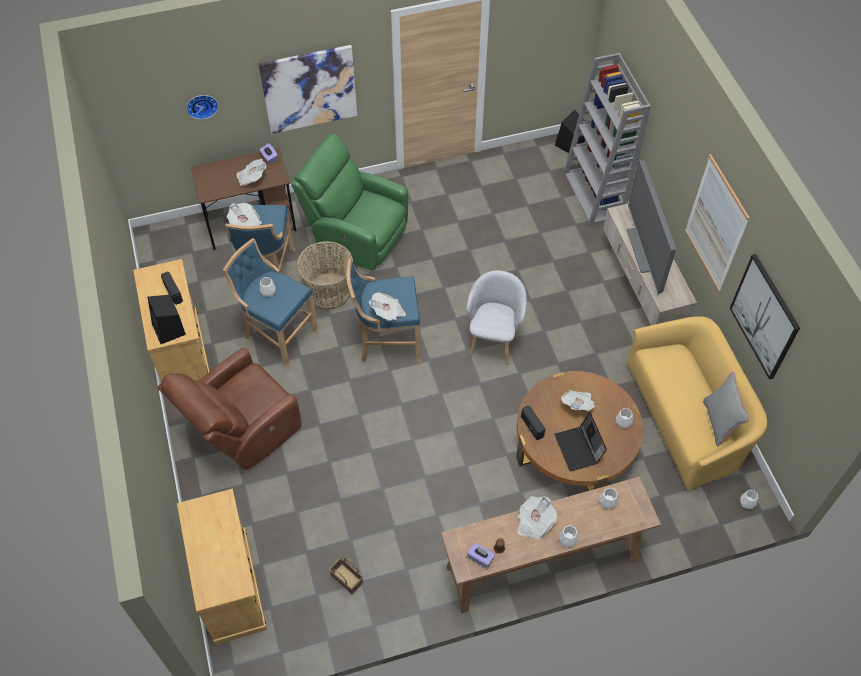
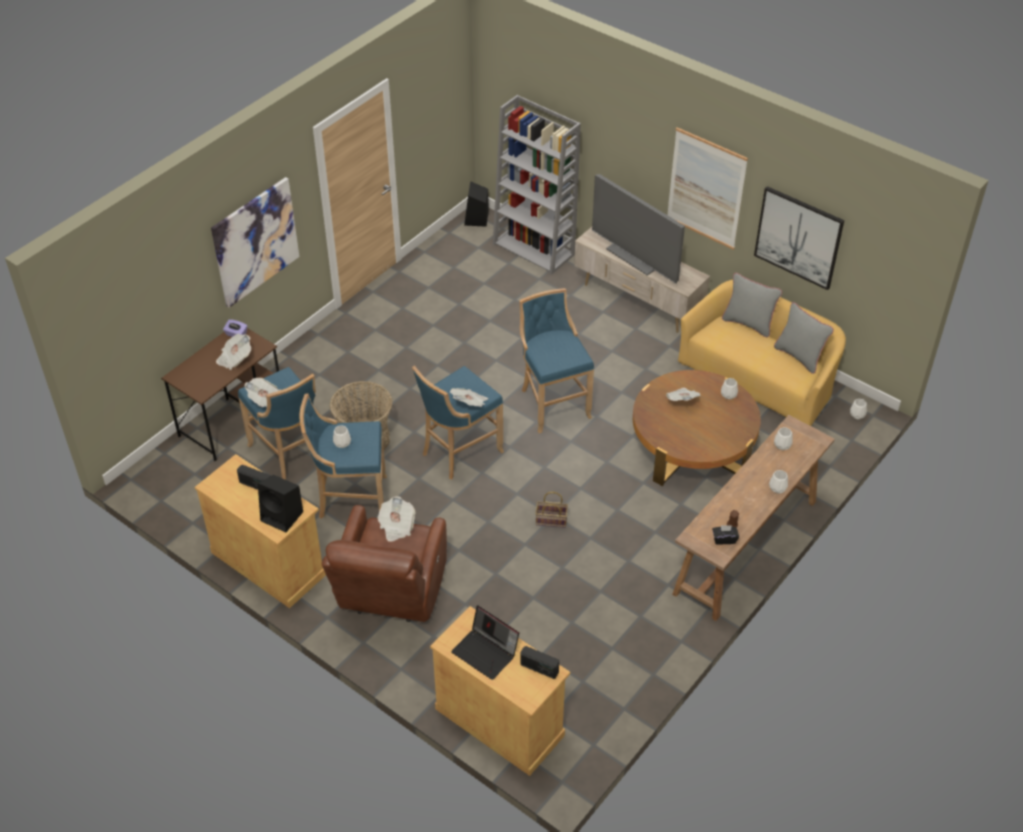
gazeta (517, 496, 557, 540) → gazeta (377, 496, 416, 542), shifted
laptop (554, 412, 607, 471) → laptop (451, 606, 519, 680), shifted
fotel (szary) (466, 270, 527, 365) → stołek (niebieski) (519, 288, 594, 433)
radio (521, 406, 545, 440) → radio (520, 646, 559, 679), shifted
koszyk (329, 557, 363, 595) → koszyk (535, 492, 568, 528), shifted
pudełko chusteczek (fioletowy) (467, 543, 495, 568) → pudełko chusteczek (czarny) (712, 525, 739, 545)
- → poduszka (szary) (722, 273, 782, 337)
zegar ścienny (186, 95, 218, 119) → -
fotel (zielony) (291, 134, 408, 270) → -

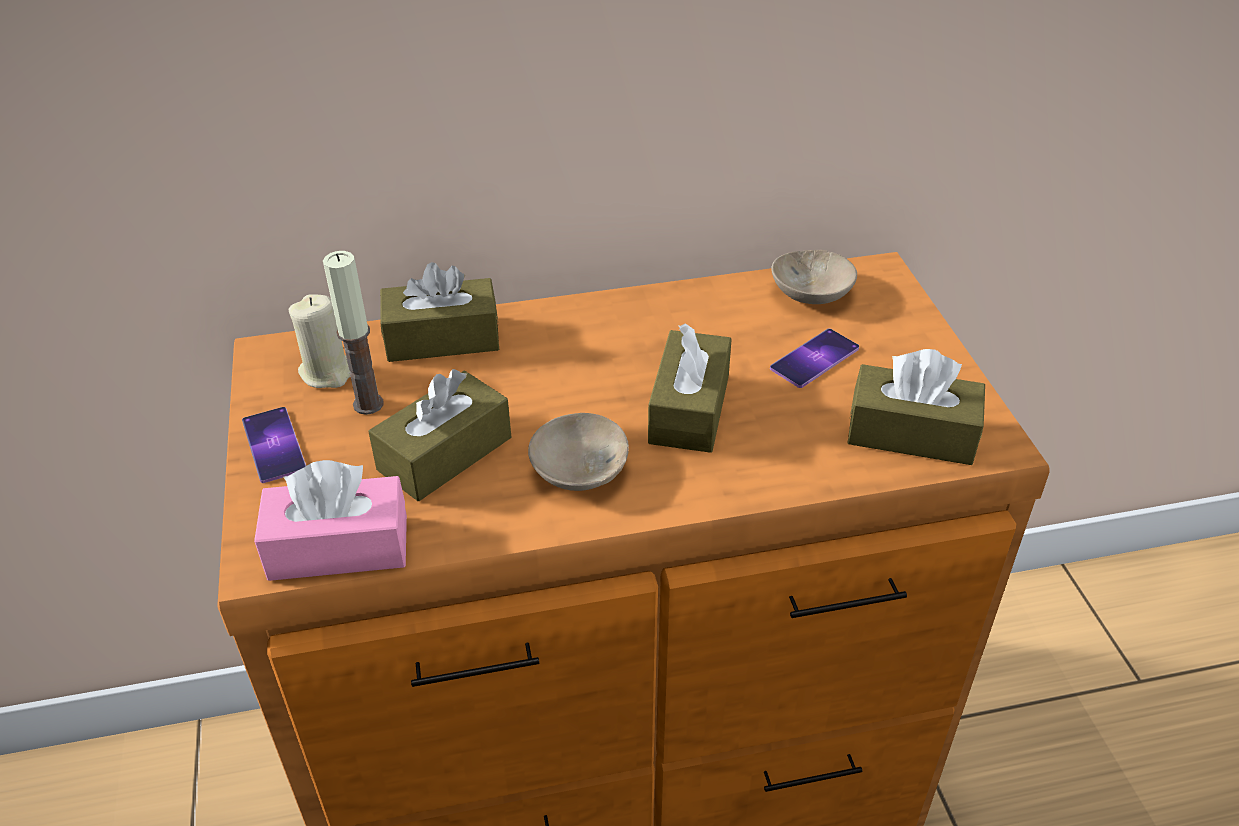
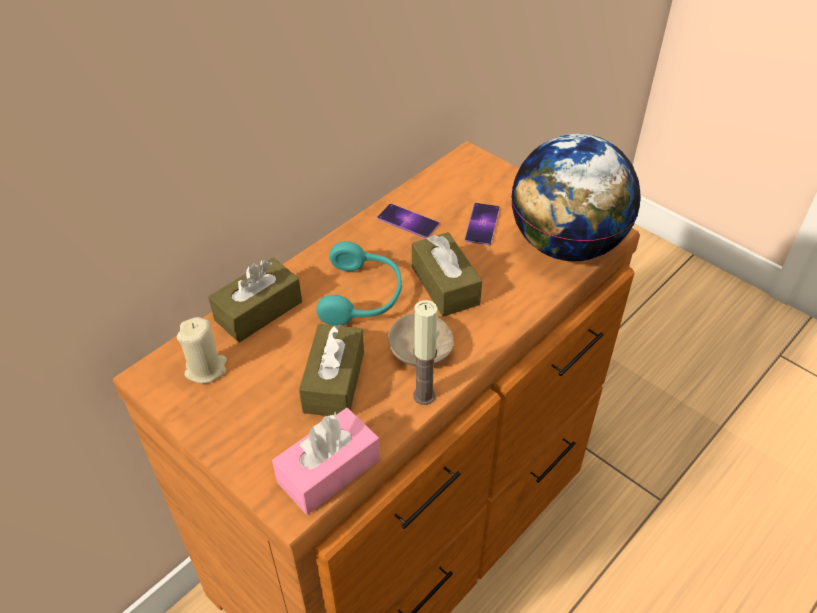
- → słuchawki (turkusowy) (316, 241, 402, 326)
telefon (242, 407, 306, 483) → telefon (377, 204, 439, 239), shifted
świeca (323, 251, 383, 415) → świeca (413, 300, 438, 405), shifted
pudełko chusteczek (brązowy) (847, 349, 985, 465) → globus (511, 134, 641, 261)
miska (beżowy) (771, 250, 857, 304) → -

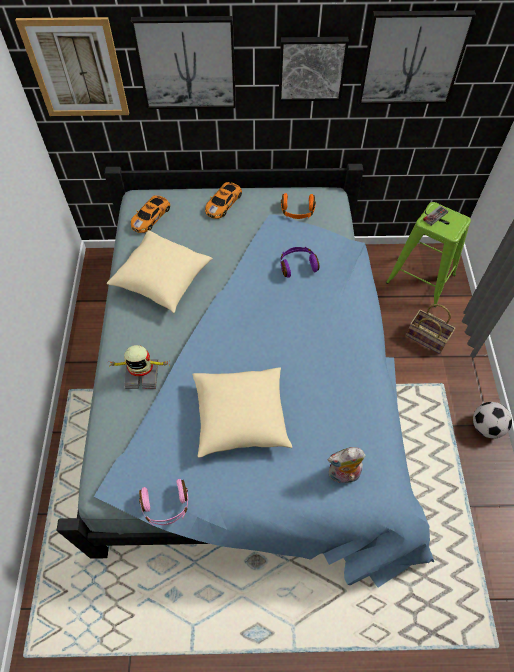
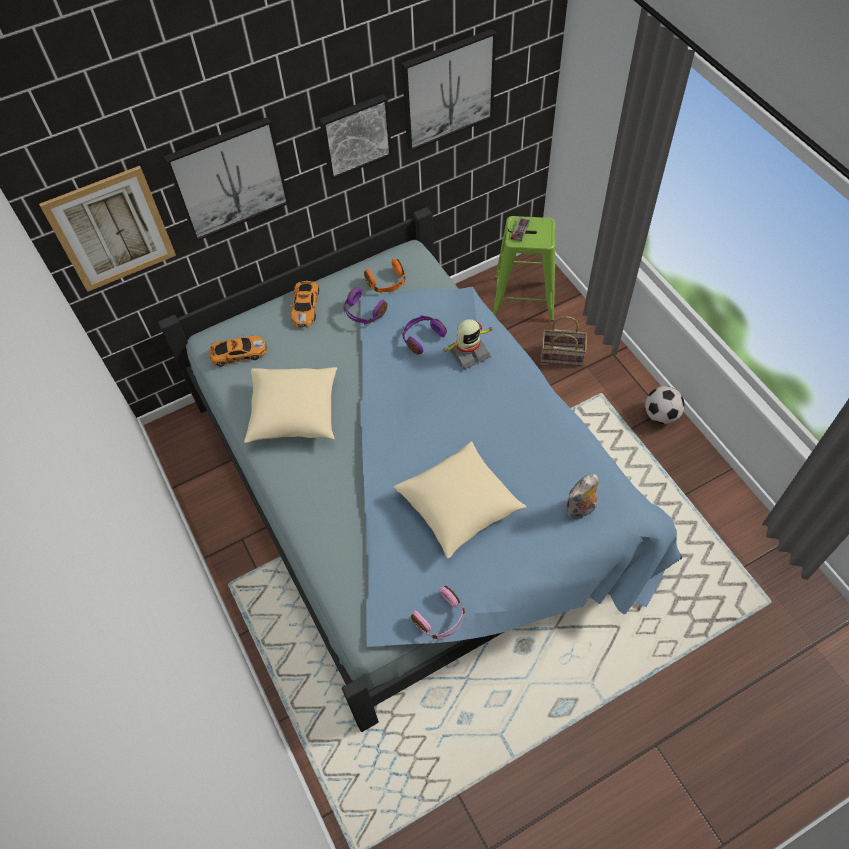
samochodzik (131, 195, 170, 233) → samochodzik (209, 335, 267, 367), 105 degrees counterclockwise
- → słuchawki (fioletowy) (344, 288, 387, 324)
robot zabawkowy (108, 345, 170, 389) → robot zabawkowy (443, 319, 495, 369), shifted

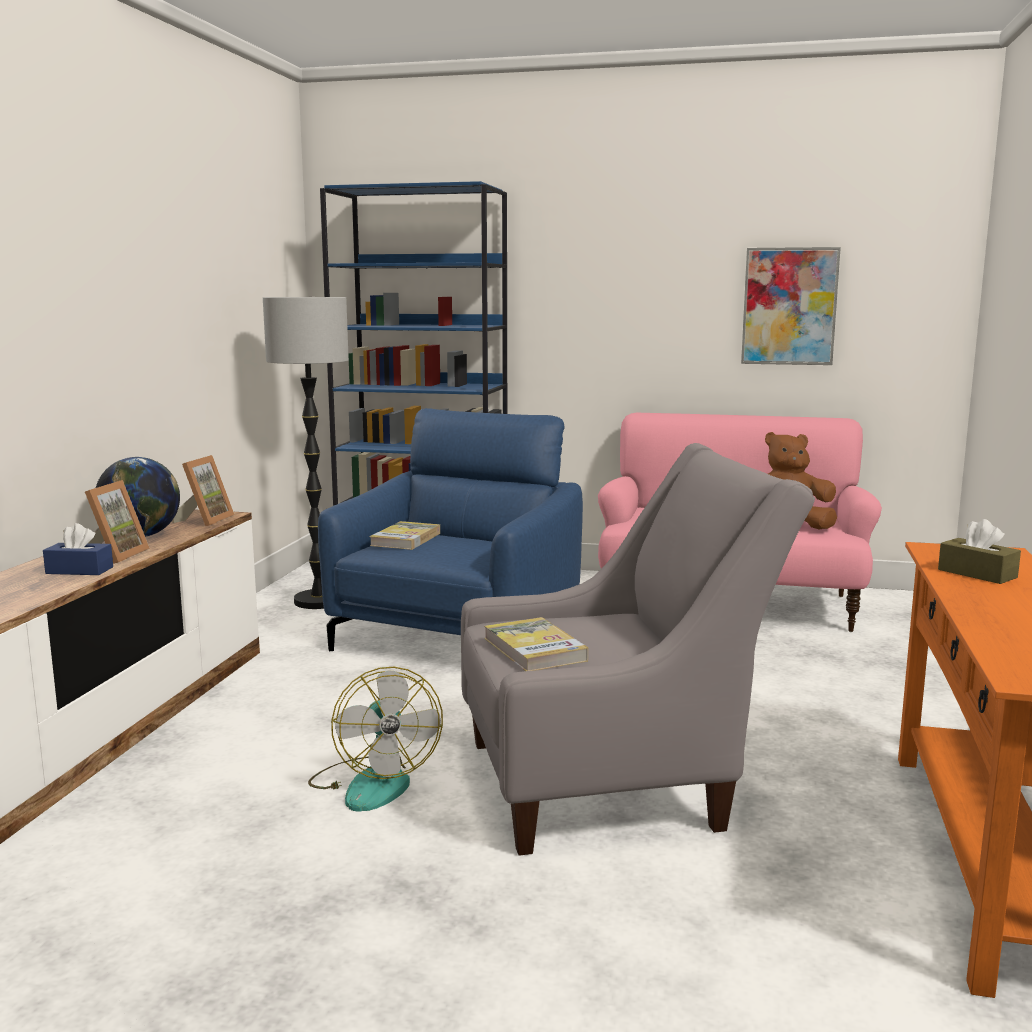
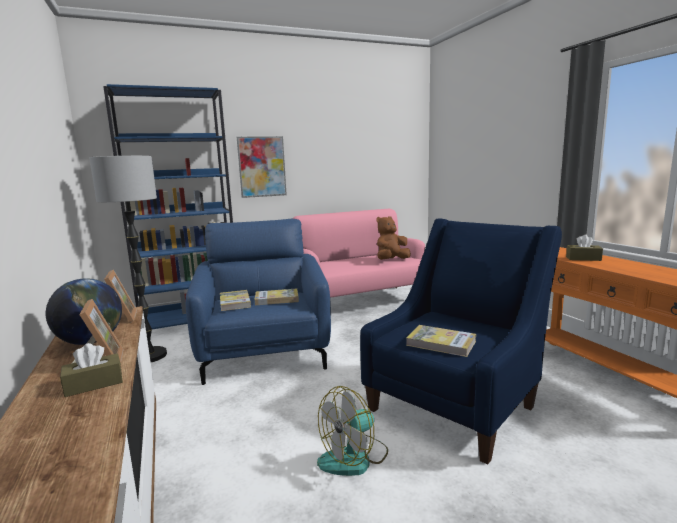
pudełko chusteczek (niebieski) (43, 523, 113, 575) → pudełko chusteczek (brązowy) (60, 343, 123, 397)
obraz (741, 247, 841, 365) → obraz (237, 136, 287, 198), shifted
- → książka (255, 288, 299, 305)
wentylator (308, 667, 443, 812) → wentylator (317, 386, 388, 476), 105 degrees clockwise
fotel (szary) (461, 443, 815, 856) → fotel (niebieski) (360, 218, 562, 465)

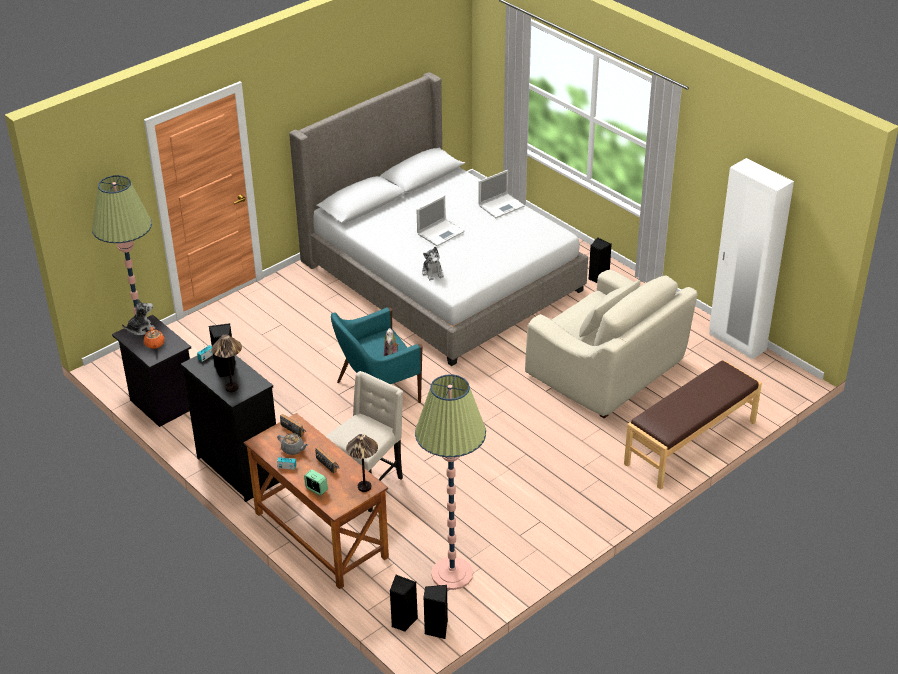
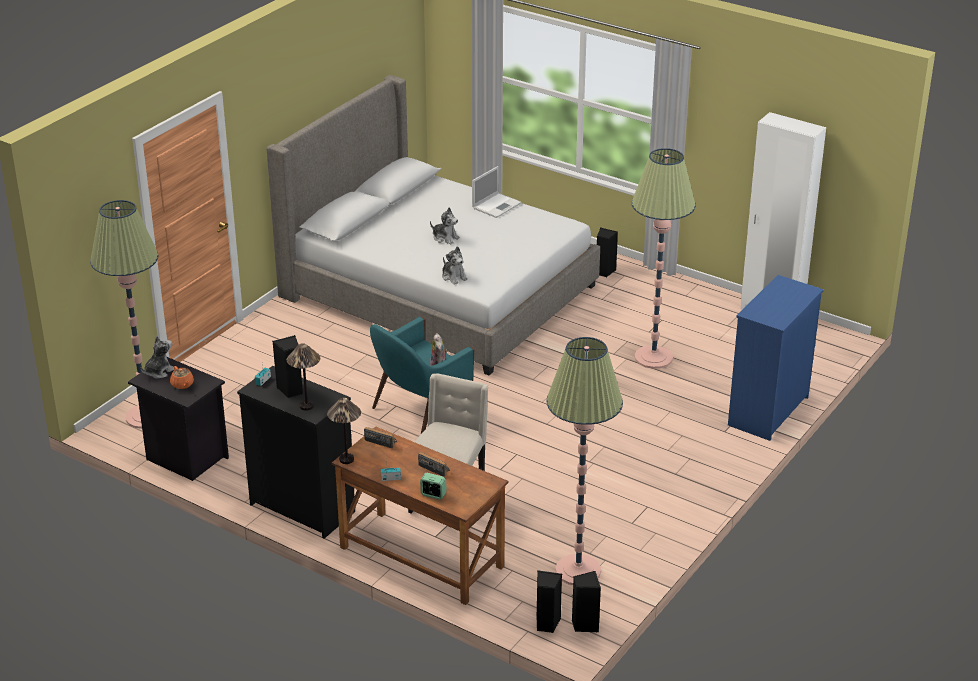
lampa stołowa (346, 434, 378, 492) → lampa stołowa (327, 398, 361, 464), shifted
laptop (417, 195, 465, 246) → pluszak (430, 208, 460, 245)
fotel (beżowy) (525, 270, 697, 418) → lampa stojąca (632, 148, 696, 369)
ławka (brązowy) (624, 360, 762, 490) → komoda (niebieski) (728, 275, 824, 441)
imbryk (szary) (277, 433, 308, 455) → -

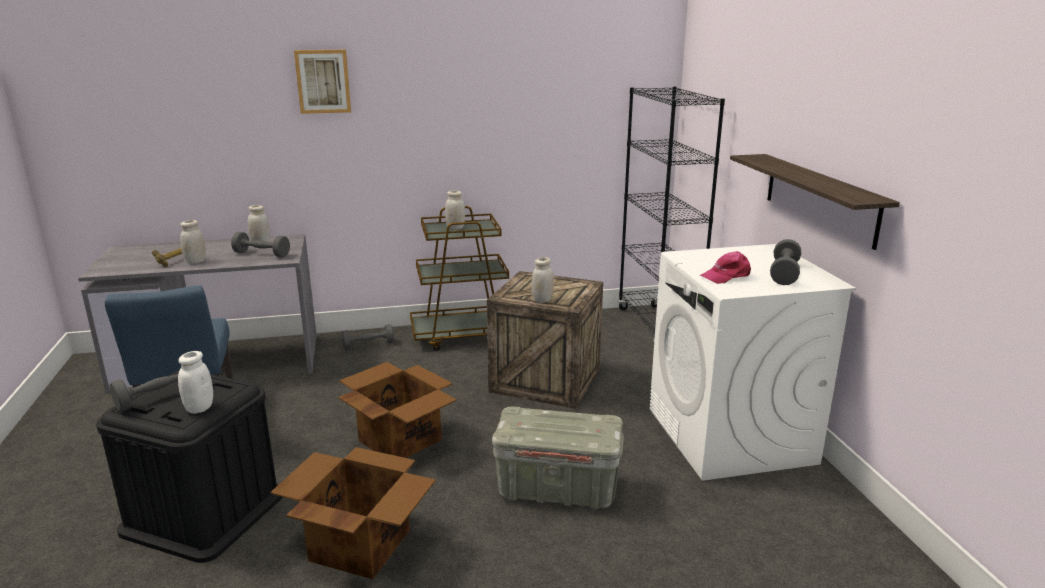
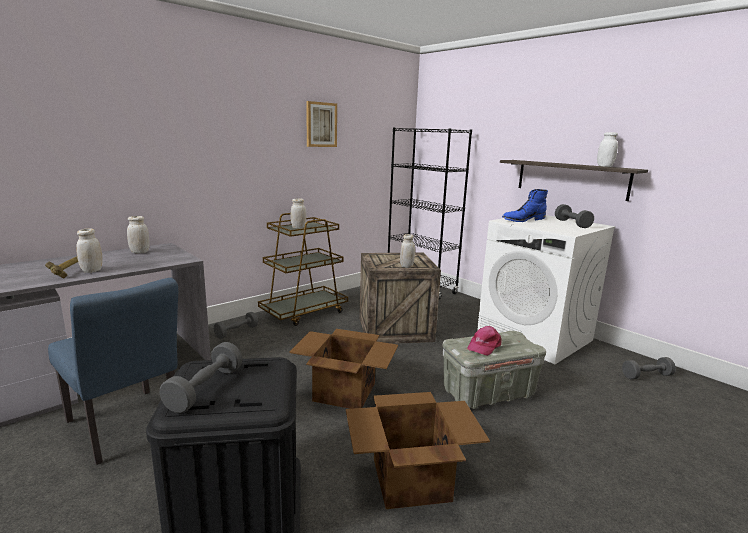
obraz (294, 50, 351, 114) → obraz (306, 101, 337, 147), shifted
czapka z daszkiem (różowy) (700, 251, 751, 284) → czapka z daszkiem (różowy) (467, 326, 501, 356), shifted
- → but z cholewką (niebieski) (502, 189, 548, 222)
słoik (biały) (178, 351, 213, 414) → słoik (biały) (597, 132, 618, 167), shifted
hantel (szary) (231, 232, 290, 257) → hantel (szary) (622, 357, 676, 379), shifted

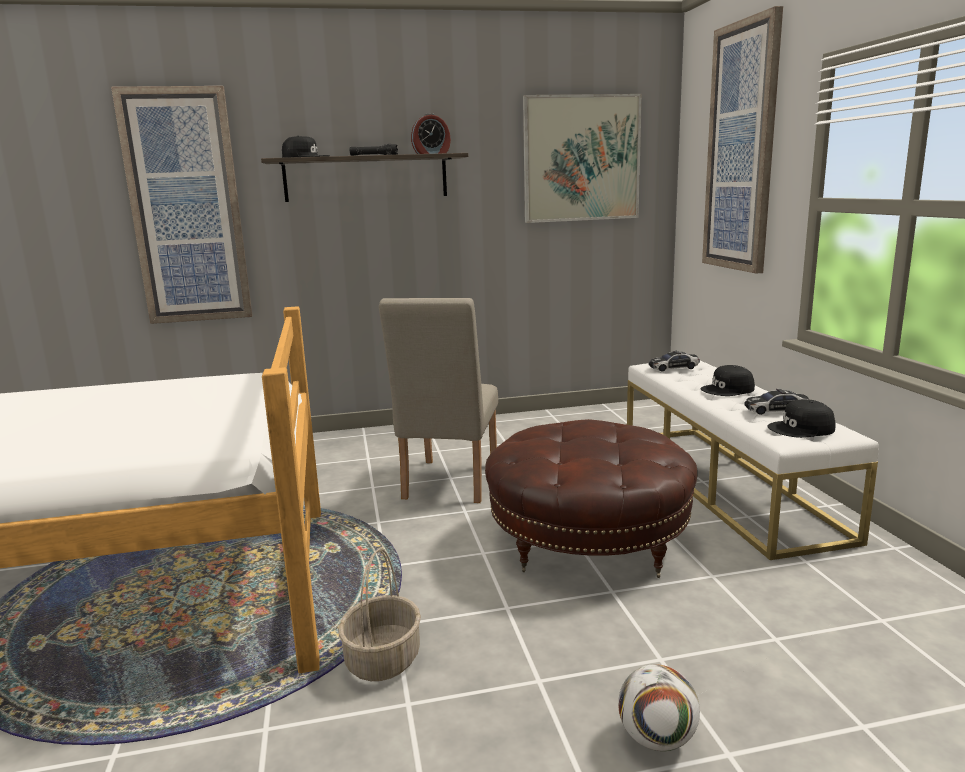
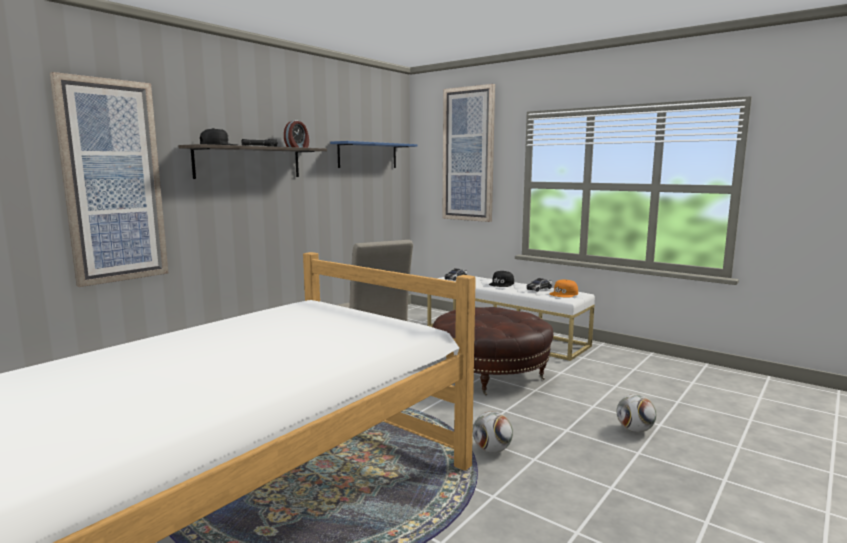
obraz (523, 94, 642, 223) → półka (niebieski) (330, 141, 417, 168)
koszyk (338, 549, 421, 681) → piłka futbolowa (473, 411, 513, 453)
czapka z daszkiem (czarny) (767, 399, 835, 438) → czapka z daszkiem (pomarańczowy) (550, 280, 578, 298)

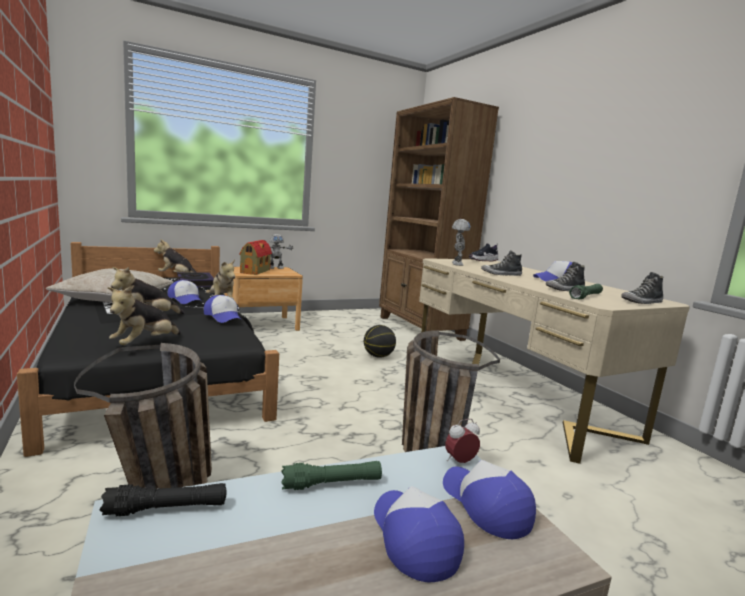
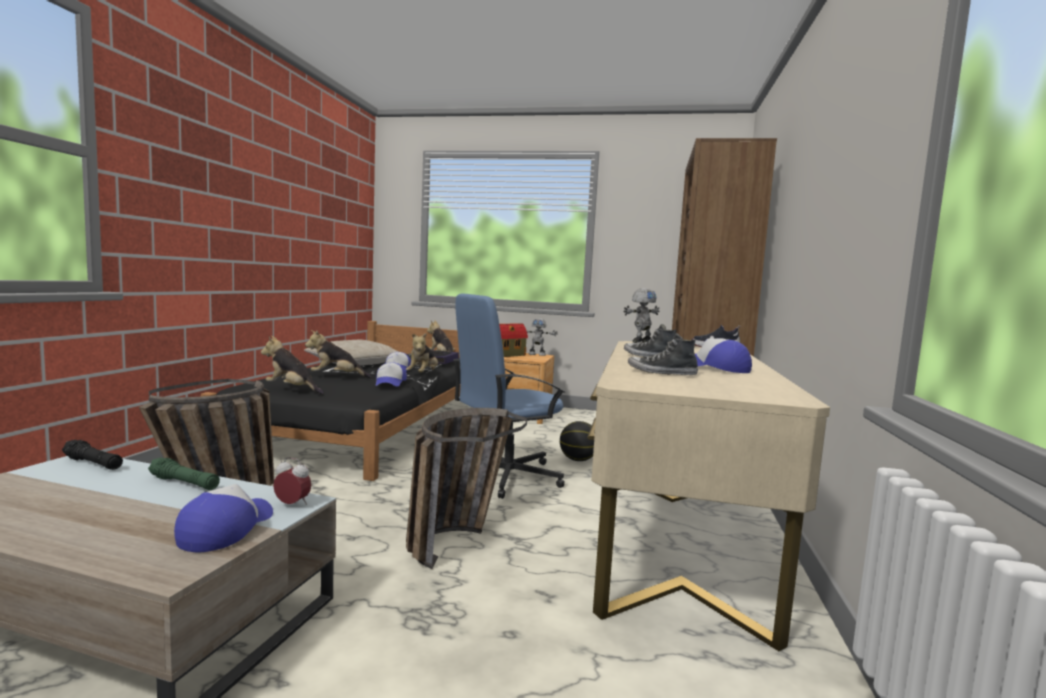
pluszak (107, 286, 181, 345) → pluszak (261, 336, 324, 394), 45 degrees clockwise
- → krzesło biurowe (niebieski) (453, 294, 565, 499)
czapka z daszkiem (374, 486, 464, 582) → -
latarka (zielony) (569, 284, 603, 300) → -
but (621, 272, 663, 304) → -

